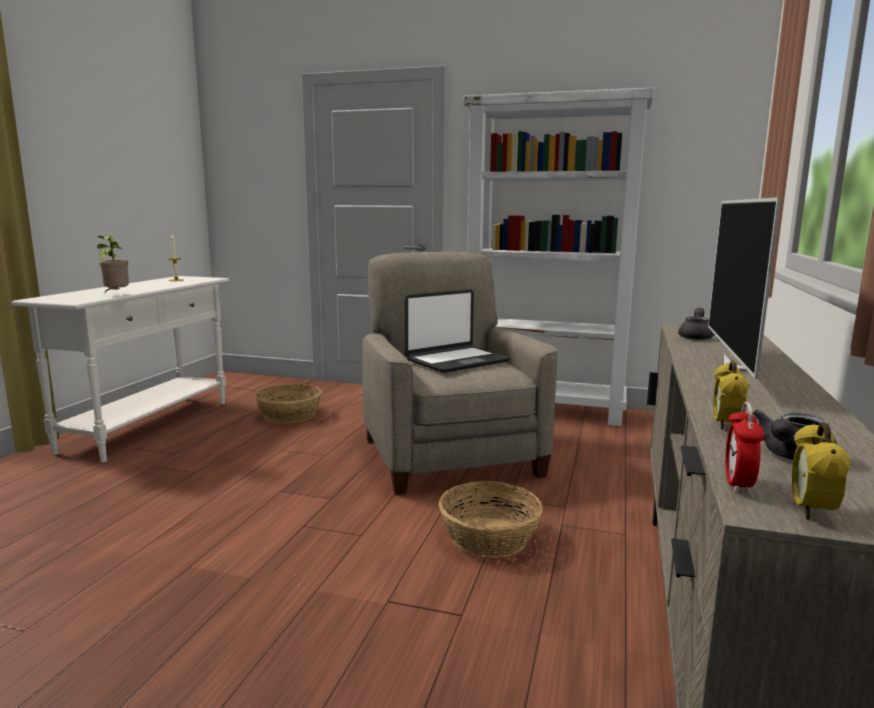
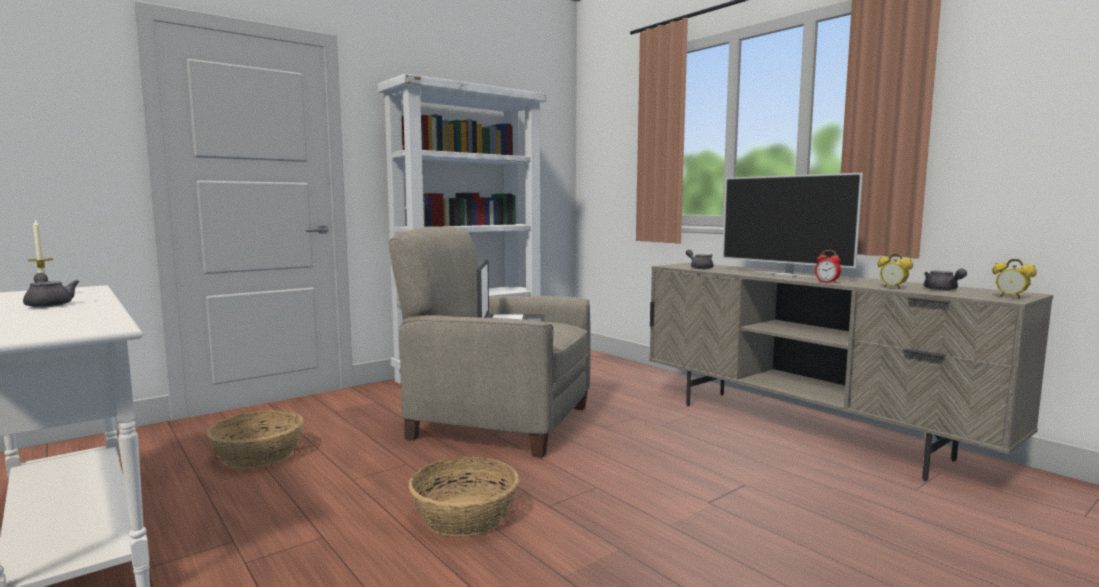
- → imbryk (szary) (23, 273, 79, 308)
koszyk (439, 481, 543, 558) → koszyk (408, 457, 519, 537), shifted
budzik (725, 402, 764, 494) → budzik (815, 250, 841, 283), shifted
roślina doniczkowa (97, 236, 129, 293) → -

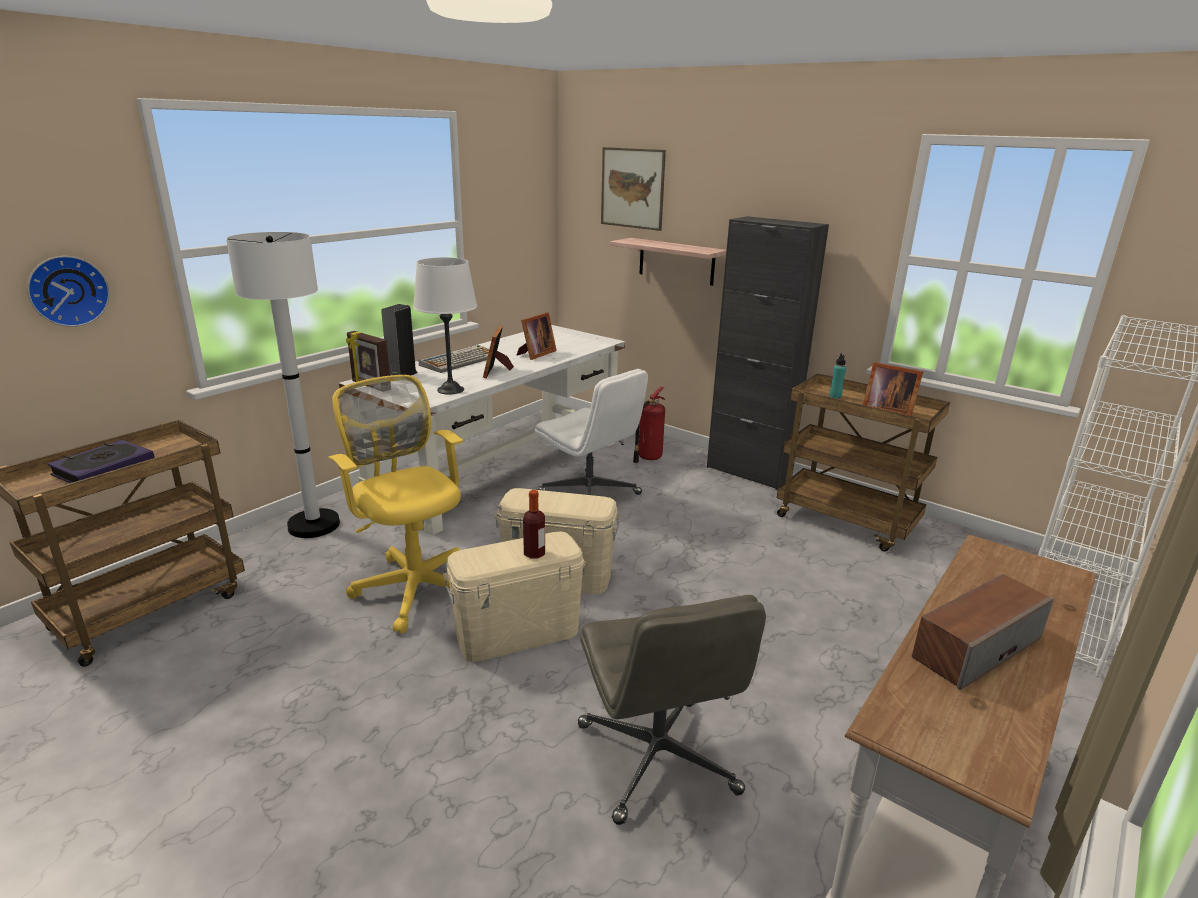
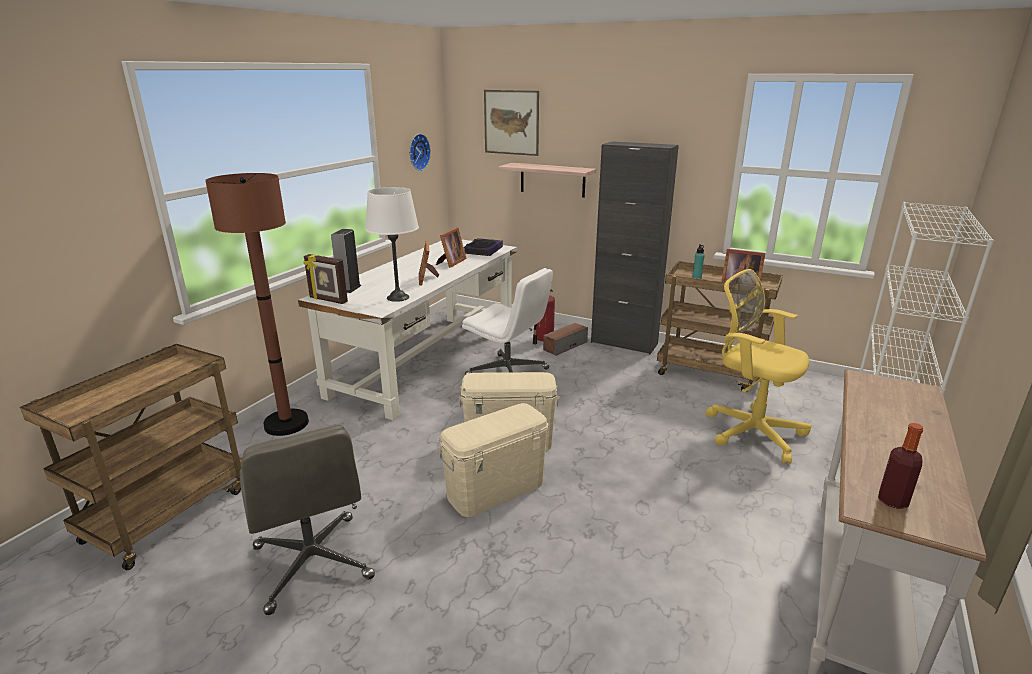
lampa stojąca (biały) (226, 232, 340, 538) → lampa stojąca (brązowy) (205, 173, 309, 436)
krzesło biurowe (szary) (578, 595, 766, 825) → krzesło biurowe (szary) (240, 425, 375, 615), shifted
zegar ścienny (27, 256, 110, 327) → zegar ścienny (409, 134, 431, 171), shifted
książka (48, 440, 155, 483) → książka (464, 238, 503, 256), shifted
głośnik (912, 574, 1054, 690) → głośnik (543, 323, 588, 356), shifted
krzesło biurowe (żółty) (329, 375, 463, 633) → krzesło biurowe (żółty) (705, 269, 811, 464), shifted
butelka (523, 490, 545, 559) → butelka (878, 423, 923, 509), shifted
klawiatura (419, 345, 489, 373) → -

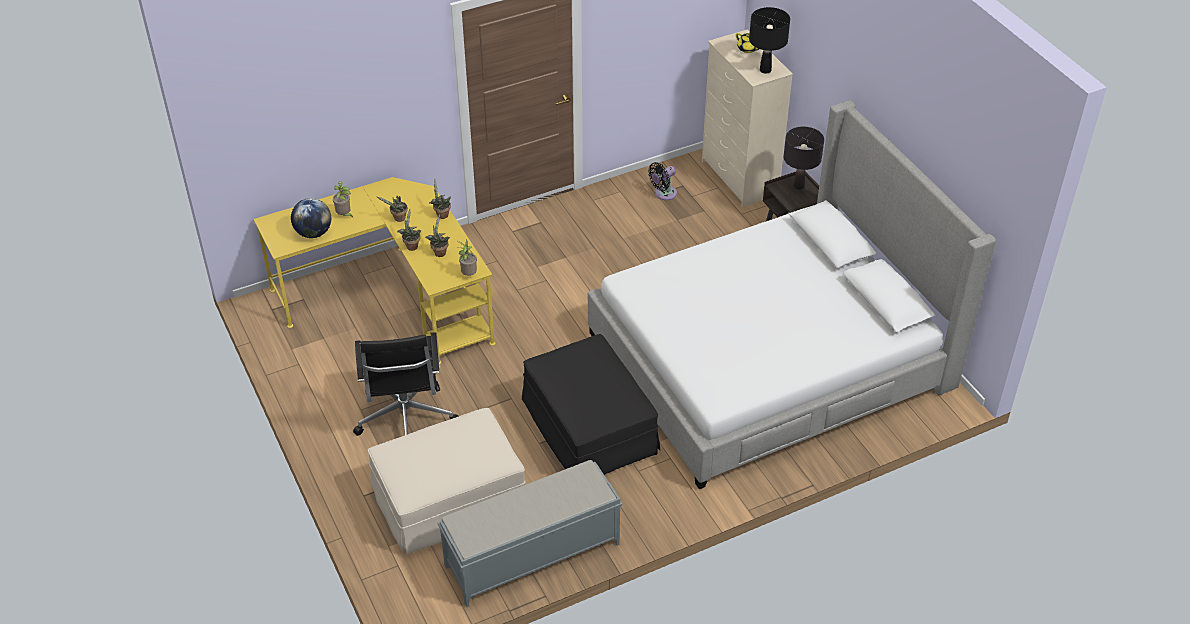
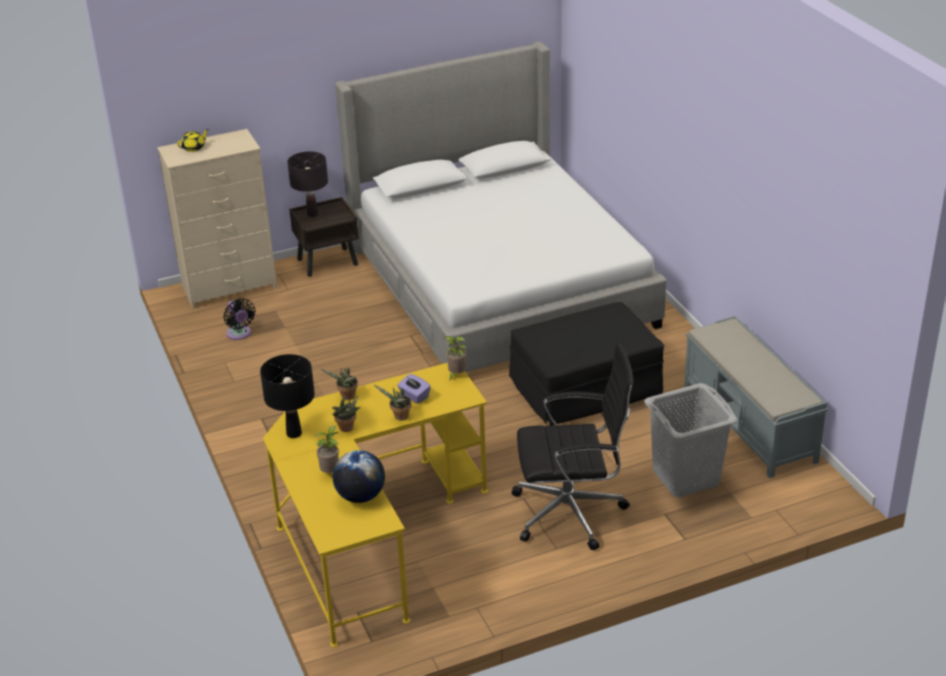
lampa stołowa (czarny) (749, 7, 790, 74) → lampa stołowa (czarny) (260, 354, 315, 438), shifted
roślina doniczkowa (425, 214, 450, 257) → pudełko chusteczek (fioletowy) (397, 374, 431, 404)
pufa (beżowy) (368, 408, 526, 555) → kosz na pranie (szary) (645, 383, 738, 497)

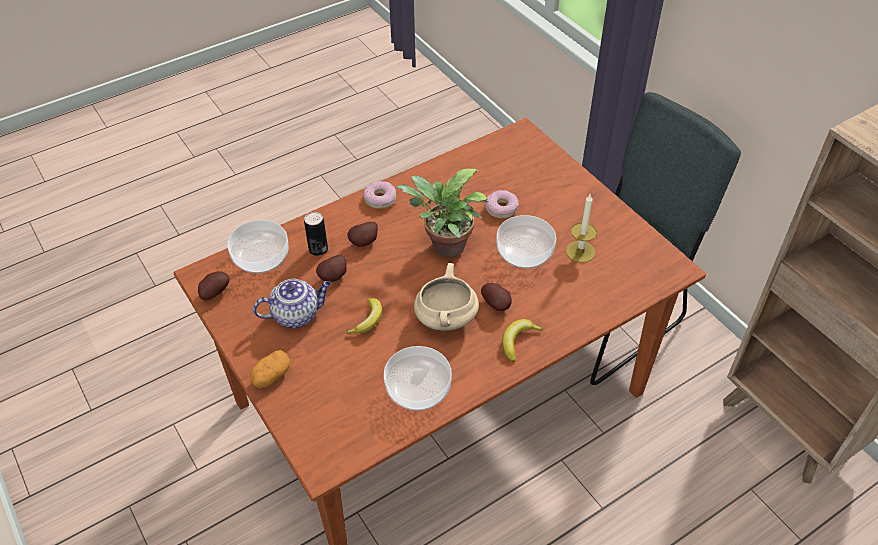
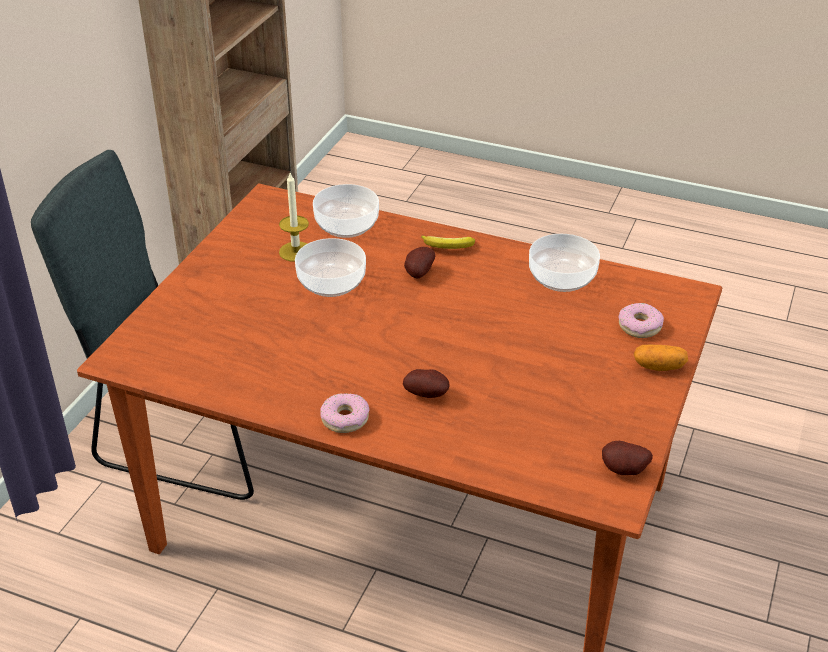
miska (227, 220, 289, 273) → miska (313, 184, 379, 238), shifted
donut (485, 190, 519, 218) → donut (618, 303, 664, 338), shifted
imbryk (253, 279, 331, 328) → -
puszka (304, 212, 328, 256) → -
ziemniak (316, 255, 347, 282) → -
banan (345, 298, 382, 334) → -
roślina doniczkowa (396, 169, 489, 257) → -
garnek (beżowy) (414, 263, 479, 331) → -

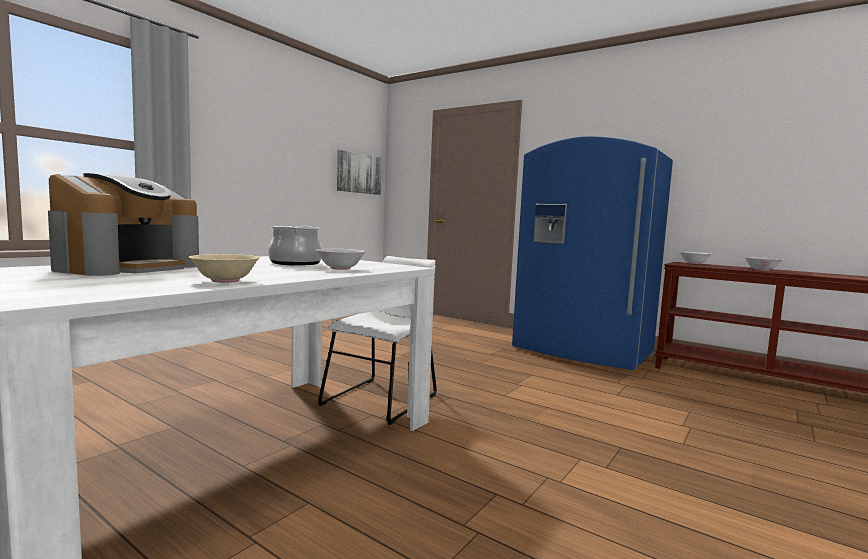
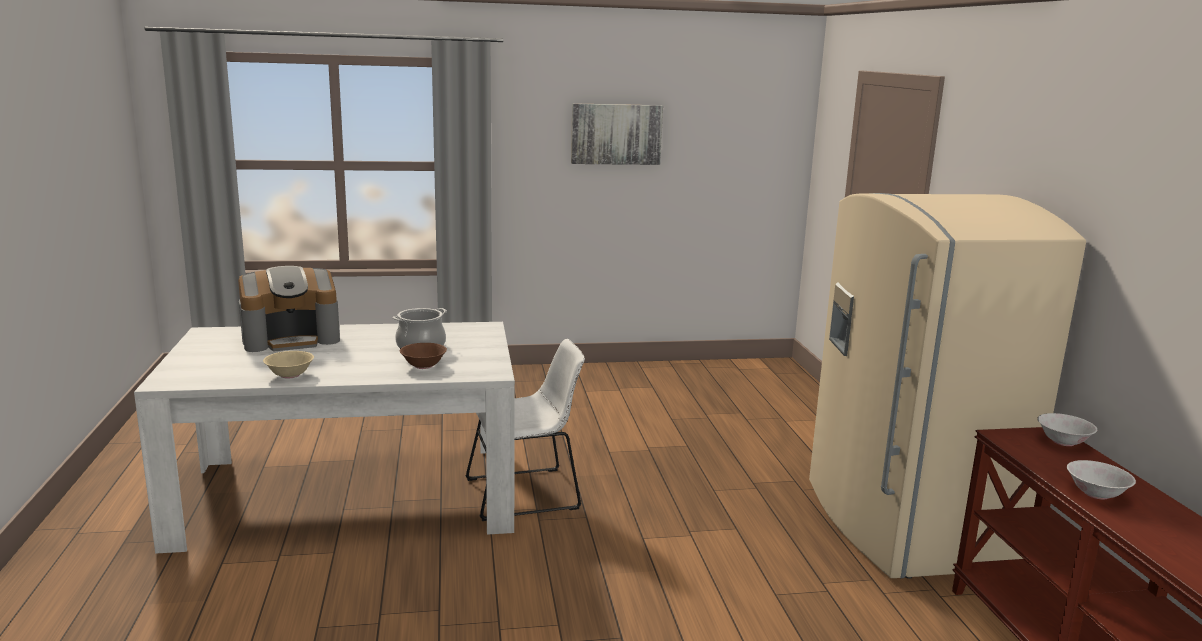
miska (biały) (316, 249, 366, 270) → miska (brązowy) (400, 343, 447, 369)
obraz (337, 150, 382, 195) → obraz (571, 103, 663, 165), shifted
lodówka (niebieski) (512, 136, 673, 370) → lodówka (beżowy) (809, 193, 1086, 579)

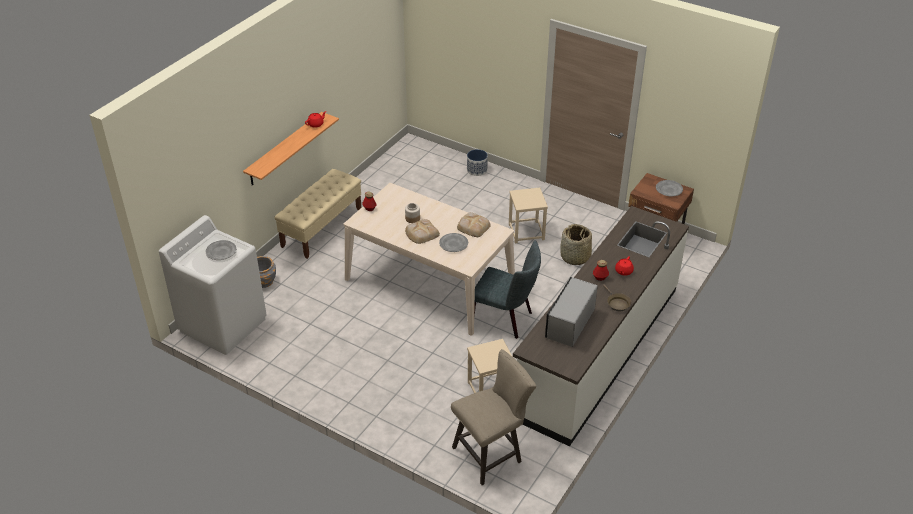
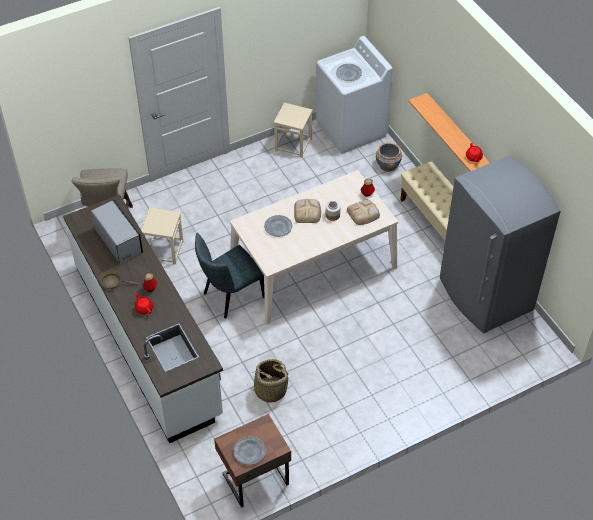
stołek (beżowy) (509, 188, 548, 243) → stołek (beżowy) (274, 103, 313, 158), shifted
chleb (457, 212, 491, 237) → chleb (347, 199, 380, 225), shifted
- → lodówka (szary) (440, 155, 561, 333)
donica (467, 149, 488, 176) → -

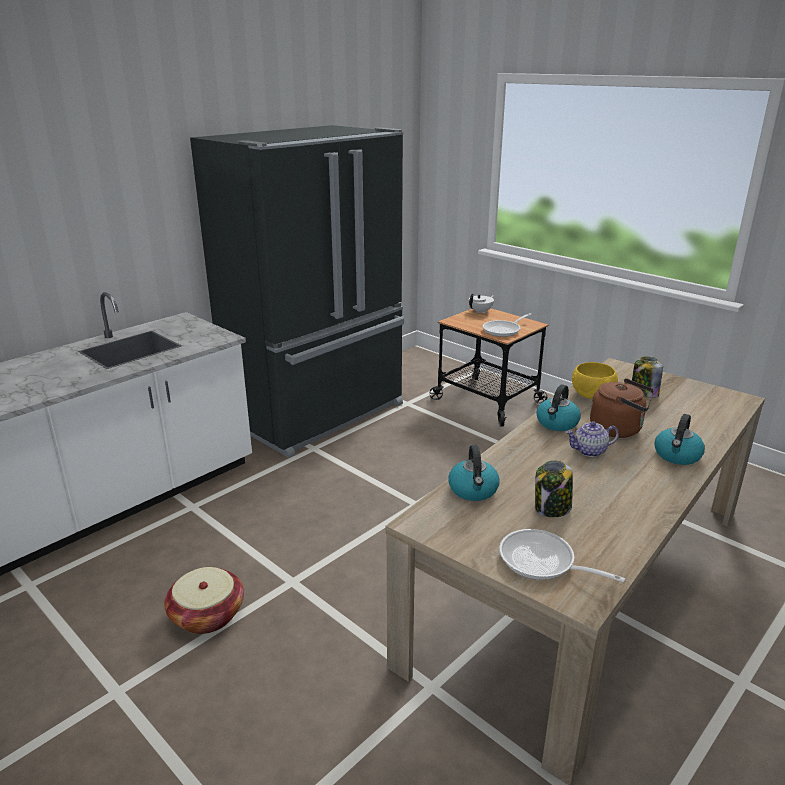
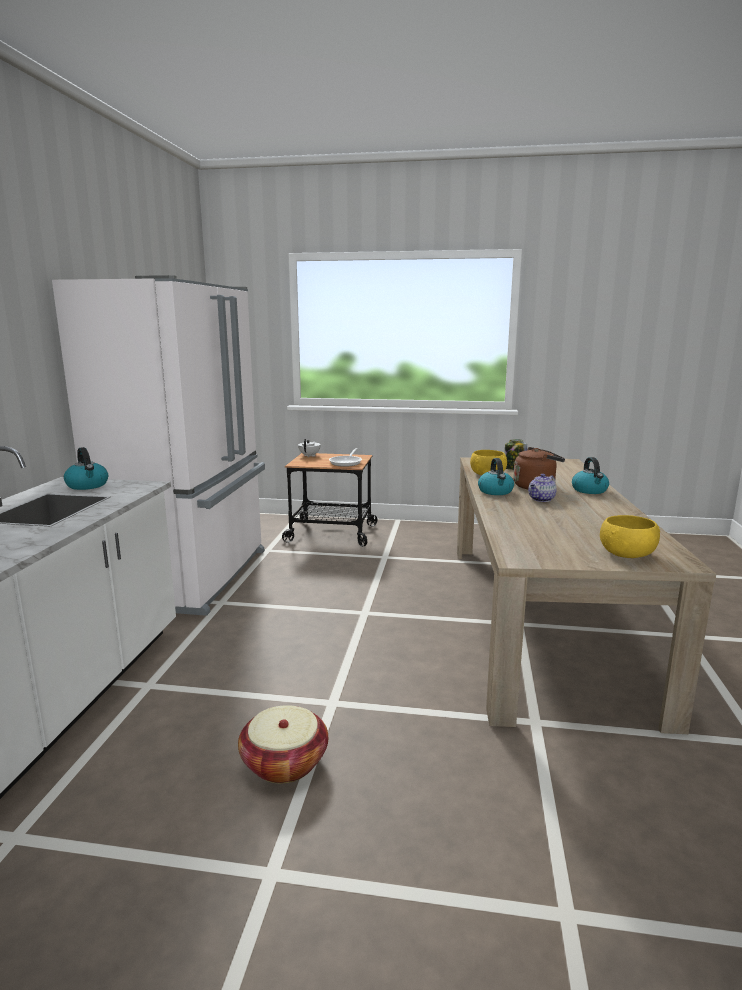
lodówka (czarny) (190, 125, 404, 458) → lodówka (biały) (52, 275, 265, 616)
czajnik (448, 445, 500, 501) → czajnik (64, 447, 108, 490), shifted
patelnia (499, 529, 626, 583) → miska (żółty) (600, 515, 660, 558)
słoik (535, 460, 573, 517) → -

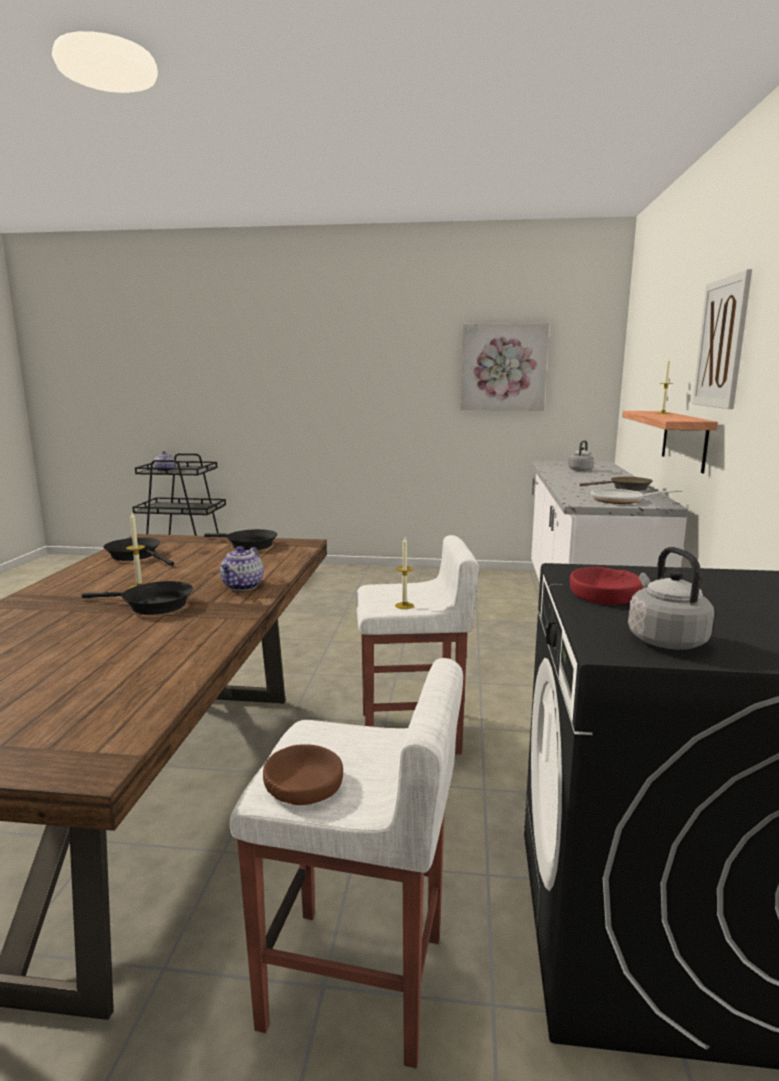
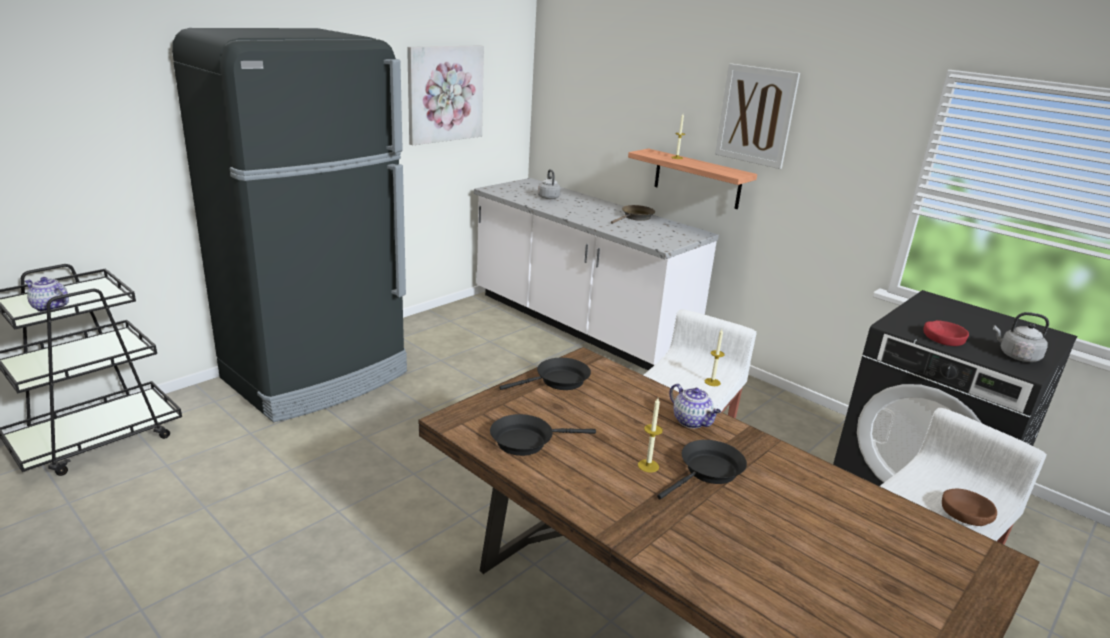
- → lodówka (czarny) (172, 28, 407, 422)
patelnia (591, 489, 682, 504) → -

